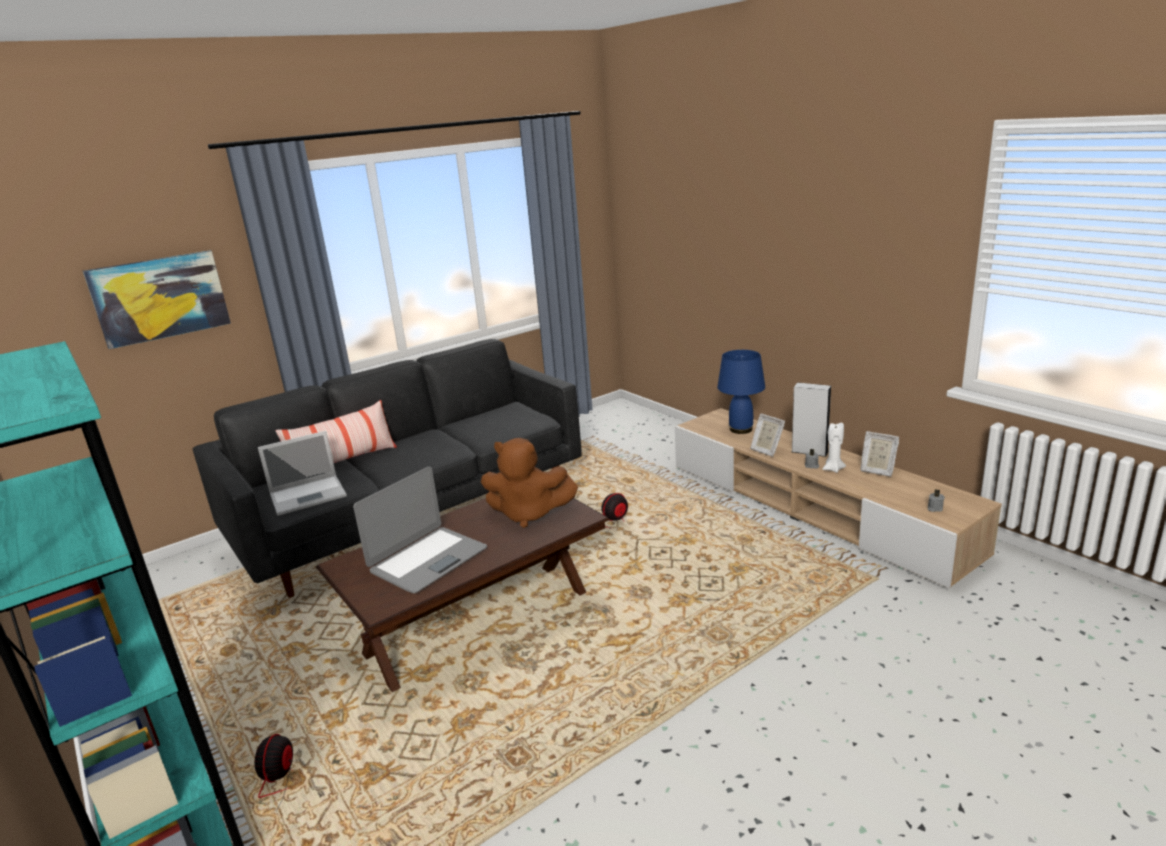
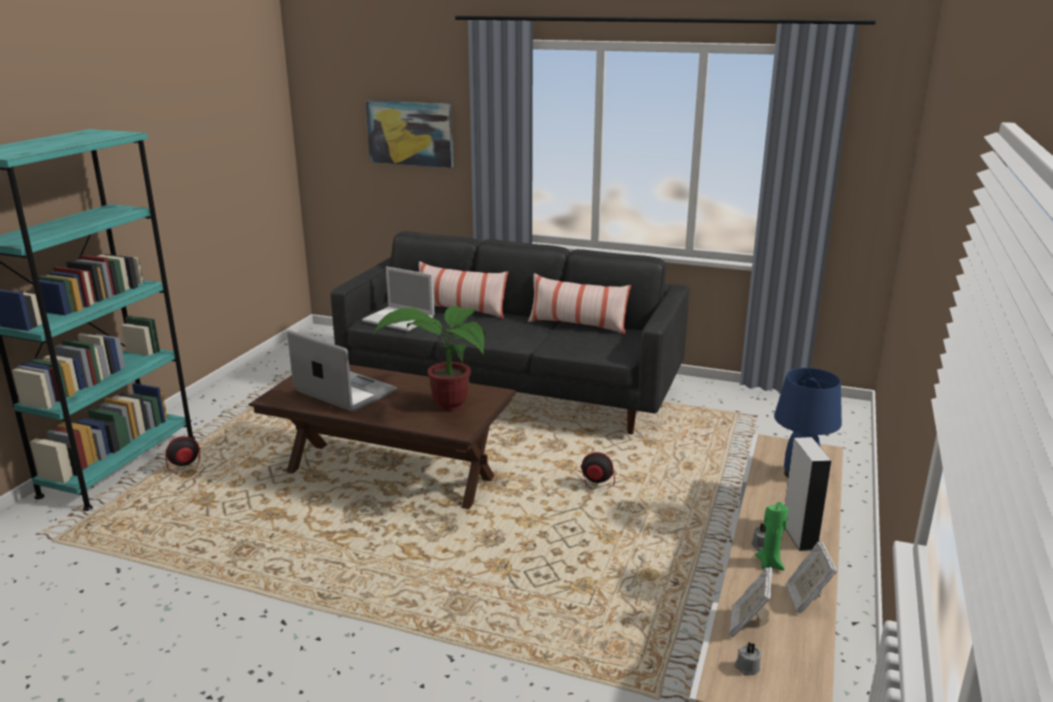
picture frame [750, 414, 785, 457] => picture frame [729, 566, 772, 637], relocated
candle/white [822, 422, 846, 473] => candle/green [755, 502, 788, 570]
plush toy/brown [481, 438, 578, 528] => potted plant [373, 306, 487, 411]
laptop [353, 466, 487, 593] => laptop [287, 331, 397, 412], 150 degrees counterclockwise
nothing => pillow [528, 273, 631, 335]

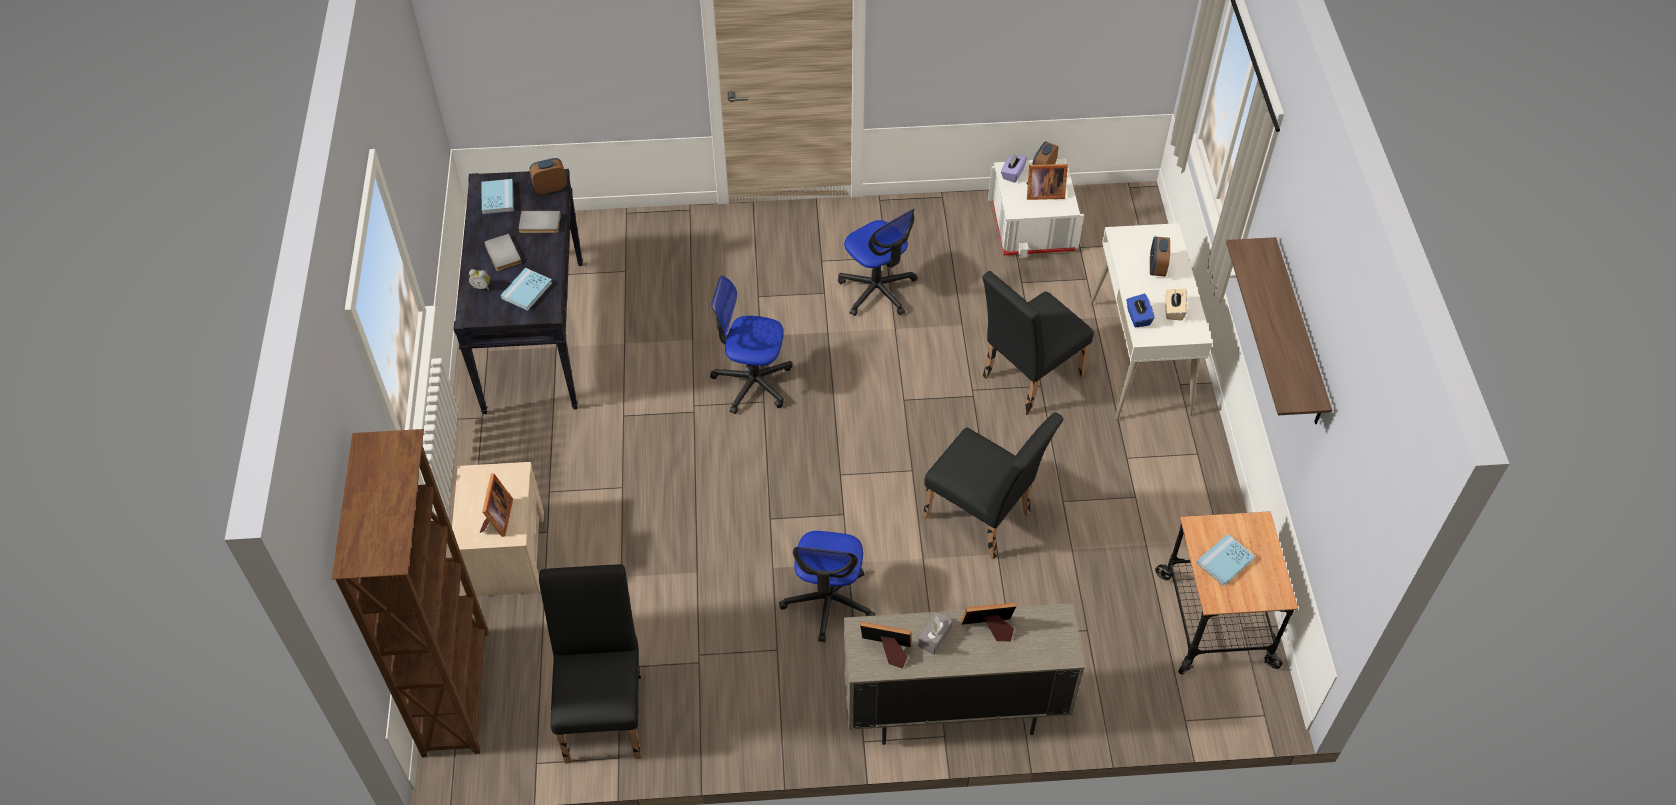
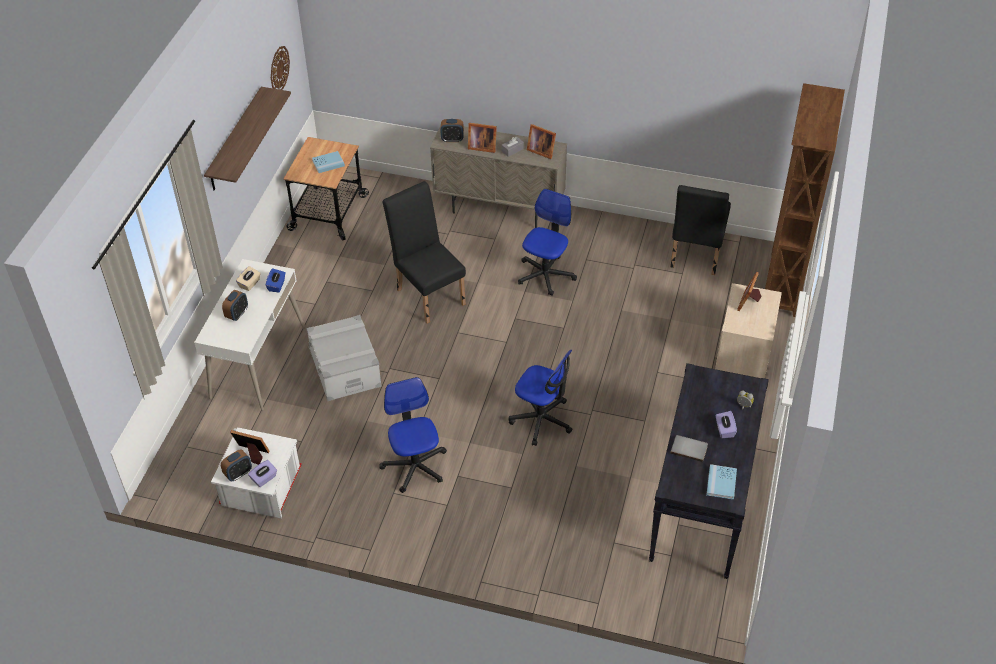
alarm clock [530, 158, 567, 194] => alarm clock [440, 119, 464, 142], relocated
book/grey [484, 234, 522, 271] => tissue box/purple [716, 411, 737, 438]
book/blue [501, 268, 552, 311] => nothing
chair/black [982, 271, 1094, 415] => storage box/grey [306, 315, 382, 401]
nothing => wall clock [271, 46, 290, 90]

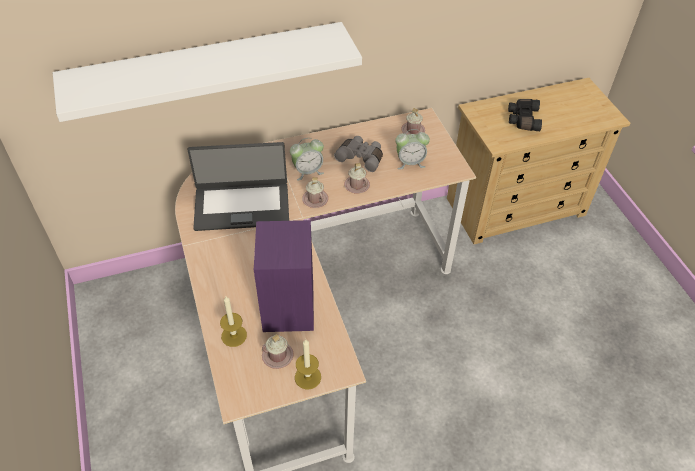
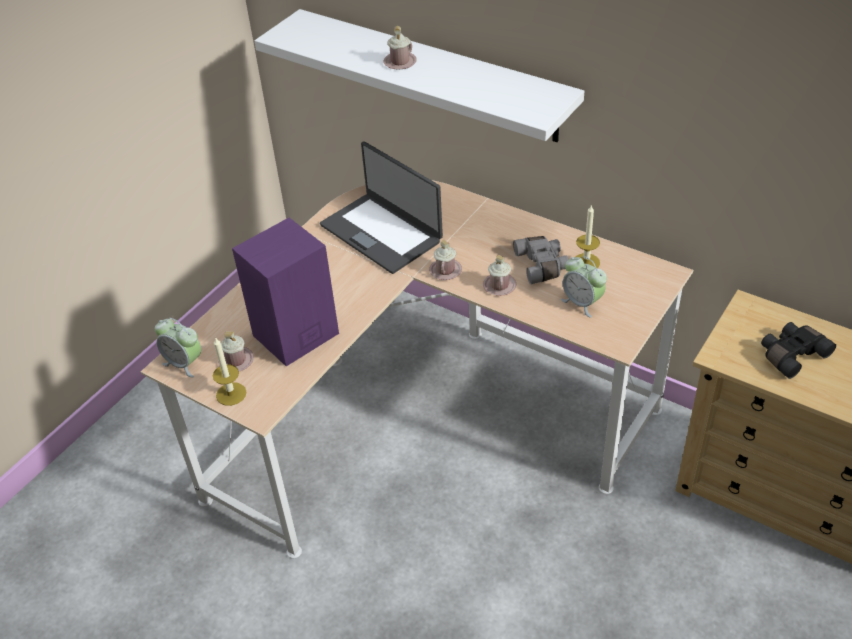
mug/pink [401, 108, 425, 135] => mug/pink [383, 26, 417, 69], relocated
alarm clock [290, 138, 324, 181] => alarm clock [155, 318, 201, 378], relocated
candle [220, 296, 247, 347] => candle [576, 204, 600, 268], relocated

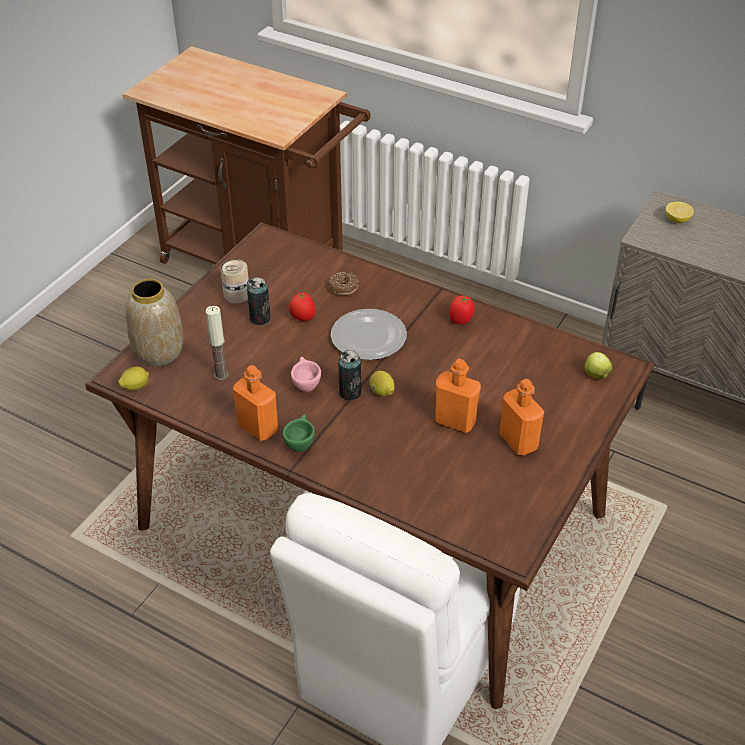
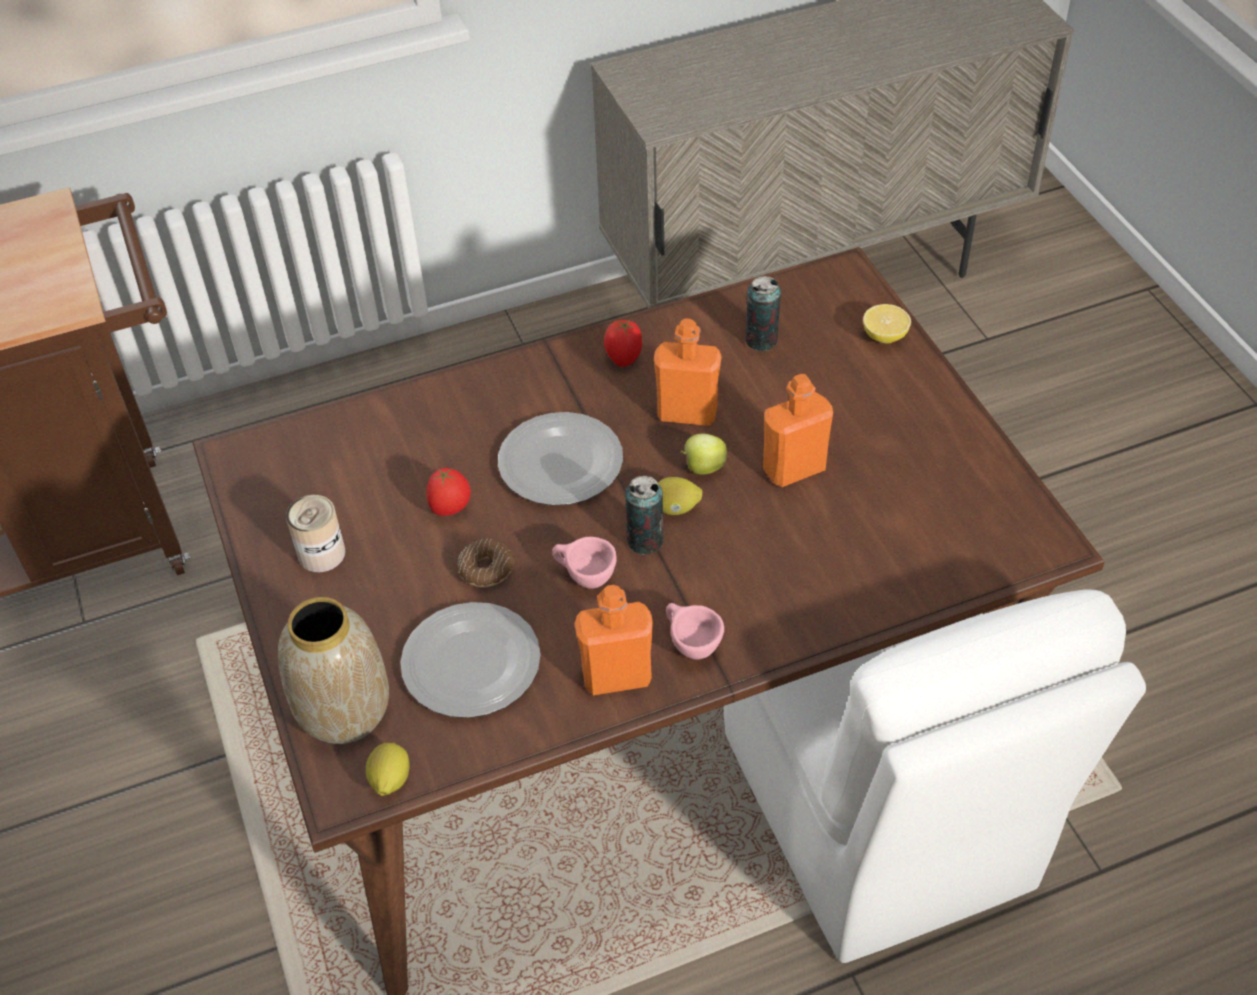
lemon [666, 202, 694, 223] => lemon [863, 304, 911, 344], relocated
donut [328, 272, 359, 295] => donut [457, 539, 513, 587], relocated
can [247, 277, 271, 325] => can [745, 276, 781, 351], relocated
candle [205, 306, 229, 380] => plate [400, 602, 541, 718]
apple [585, 352, 612, 379] => apple [680, 434, 727, 475], relocated
bottle/orange [499, 379, 544, 455] => bottle/orange [654, 318, 722, 426], relocated
cup/green [283, 414, 315, 452] => cup/pink [666, 603, 724, 660]

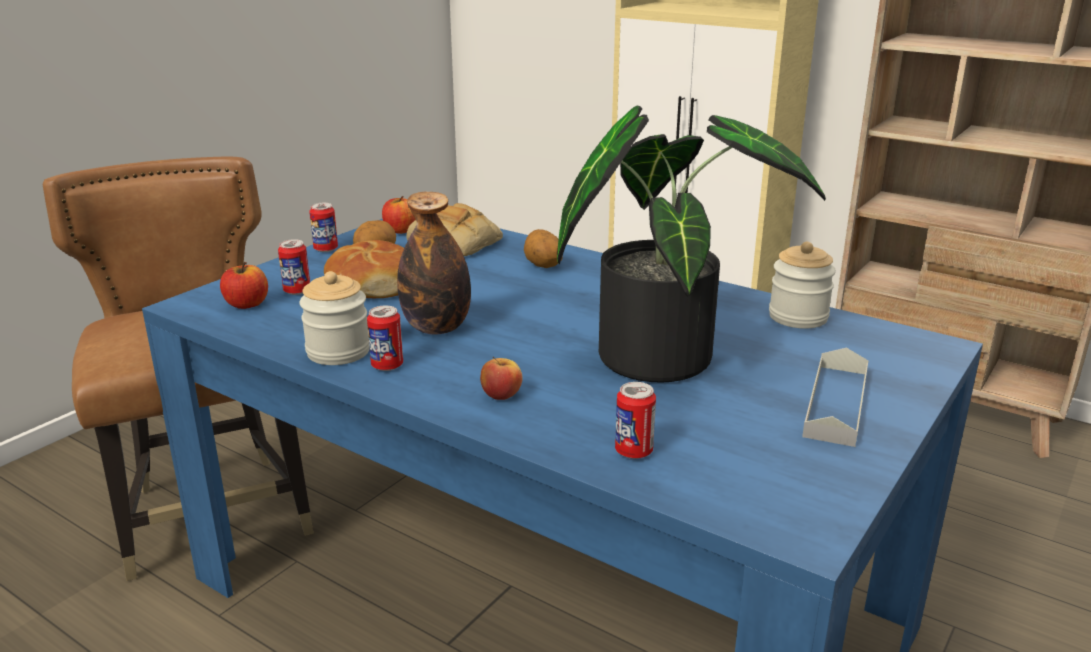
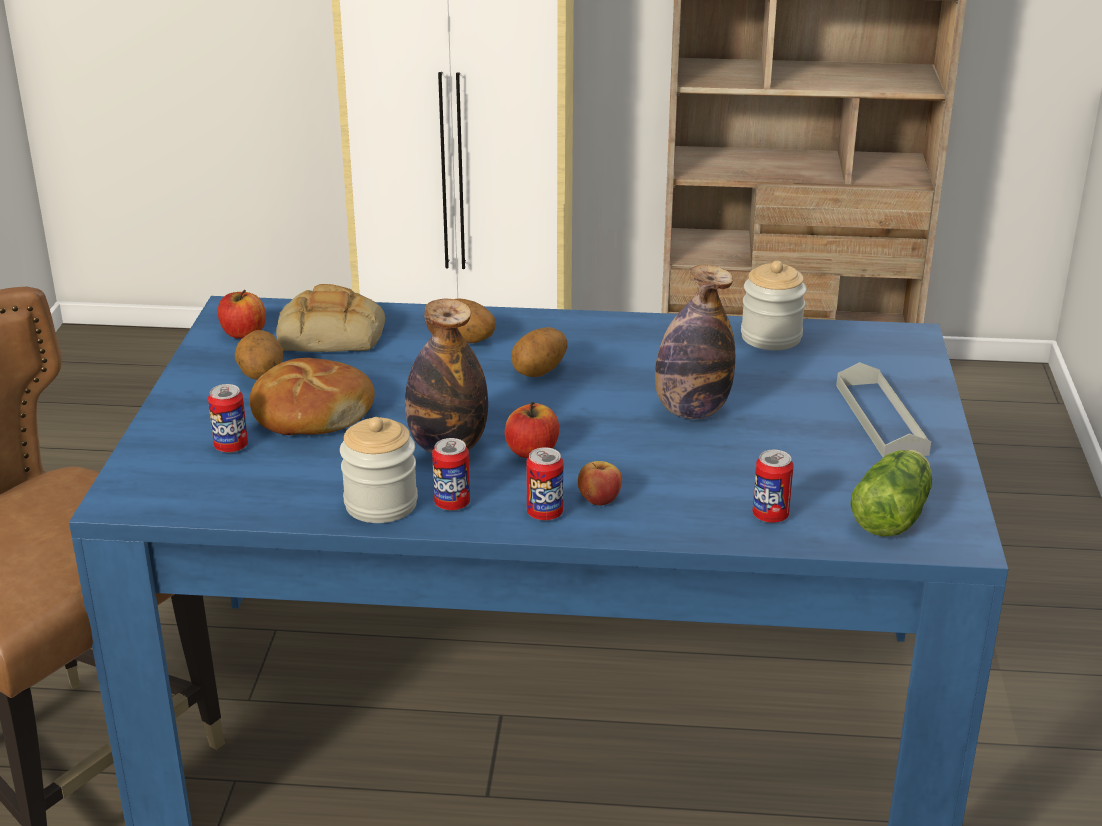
potted plant [557, 106, 826, 383] => bottle [655, 265, 735, 419]
can [309, 203, 338, 252] => can [526, 447, 563, 521], relocated
apple [220, 262, 268, 309] => apple [505, 402, 559, 458], relocated
nothing => potato [511, 327, 568, 377]
nothing => lettuce [850, 450, 932, 537]

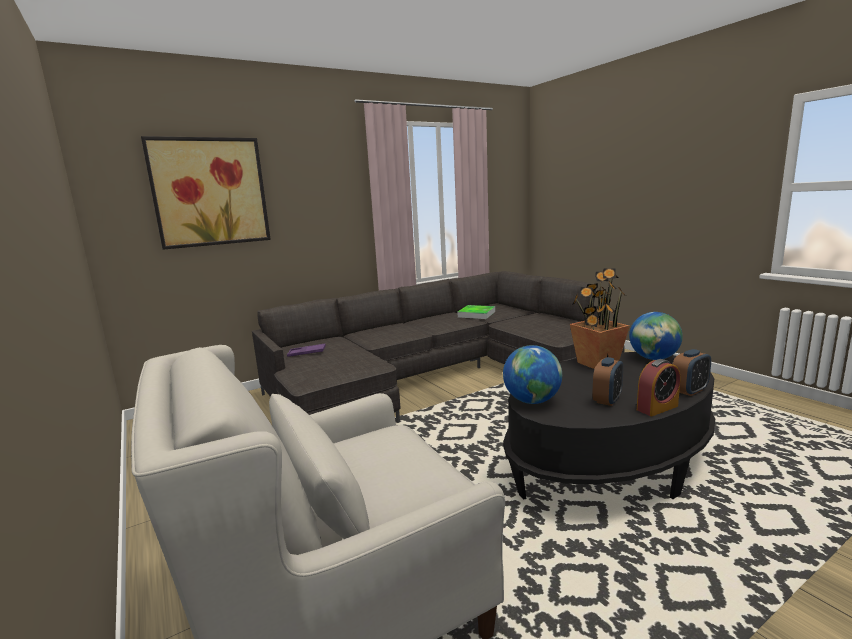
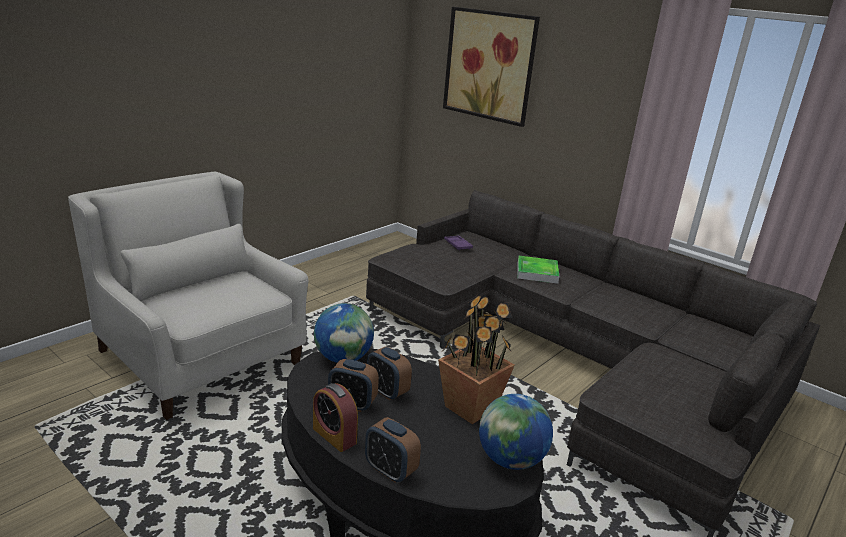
tray [458, 305, 495, 319] => tray [517, 256, 559, 284], relocated
nothing => alarm clock [367, 346, 412, 400]

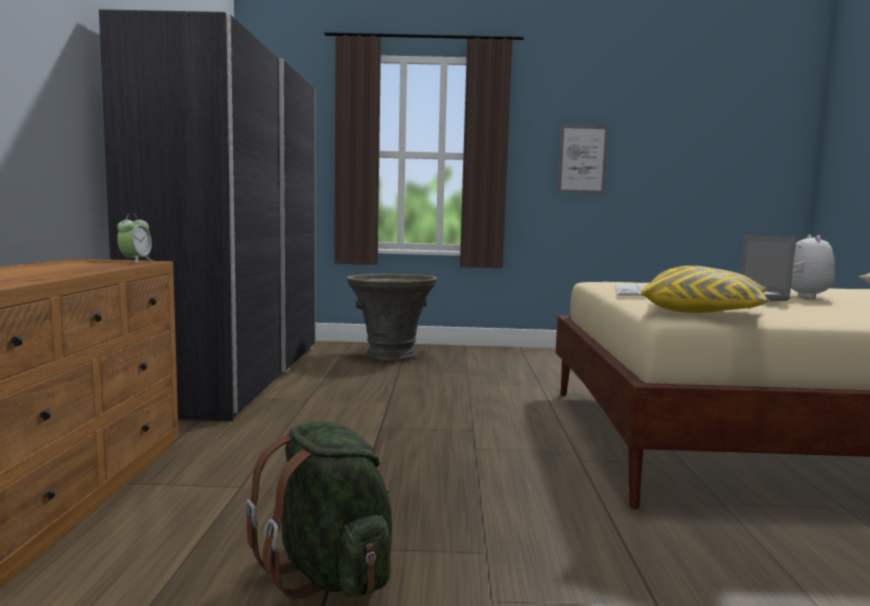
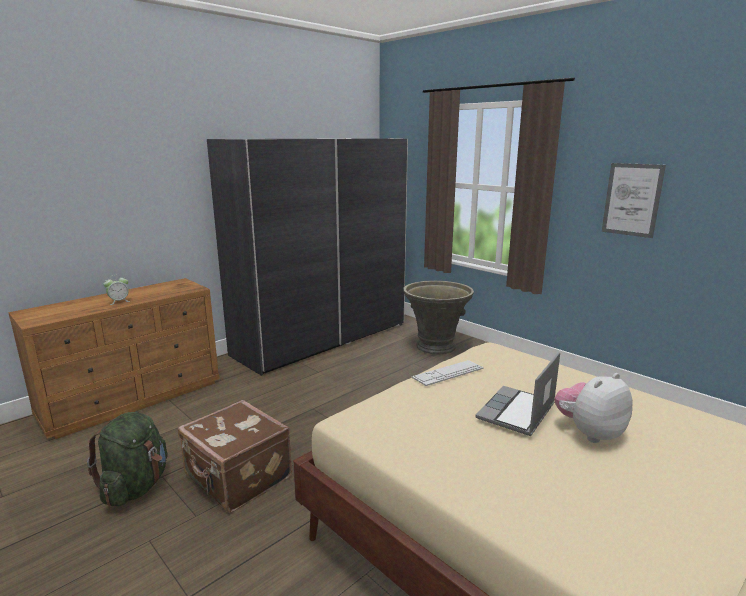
alarm clock [117, 214, 153, 263] => alarm clock [103, 275, 130, 305], relocated
pillow/yellow [641, 266, 769, 313] => nothing
nothing => suitcase/brown [178, 400, 292, 513]

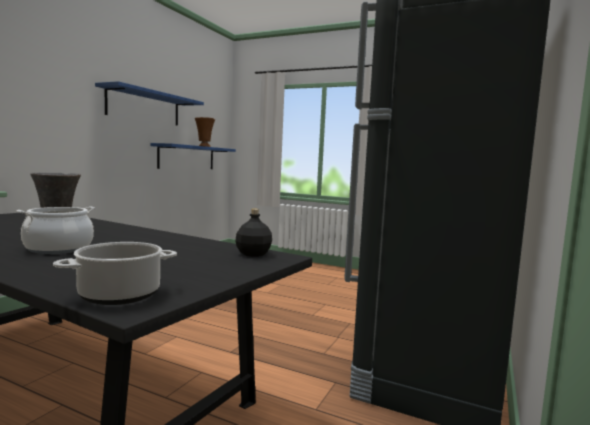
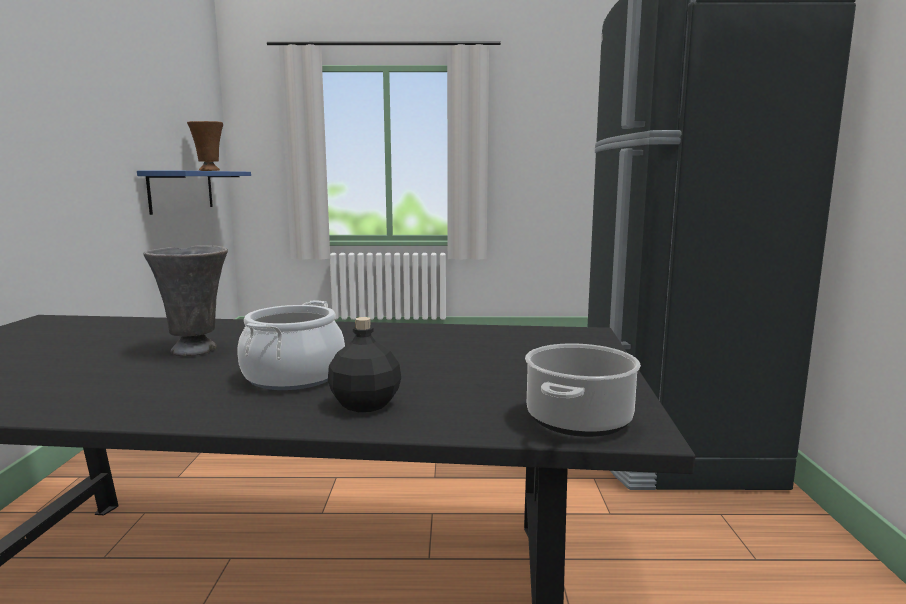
shelf/blue [95, 81, 204, 126] => nothing
bottle/black [235, 209, 272, 257] => bottle/black [328, 317, 401, 412], relocated

